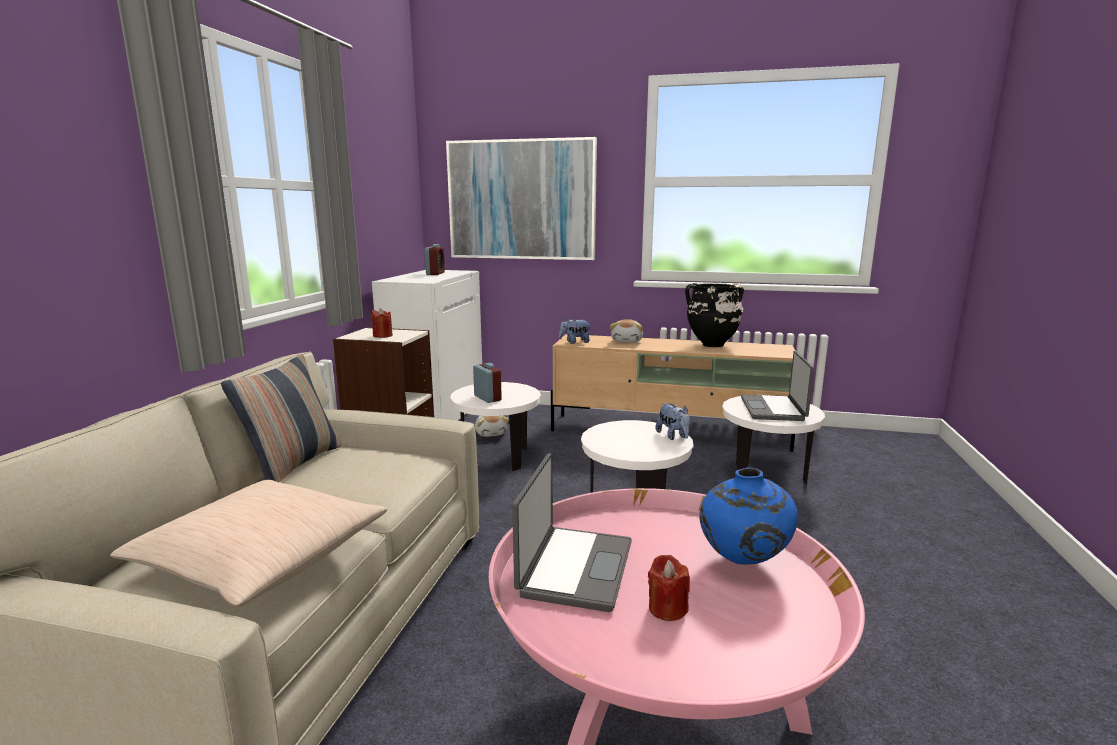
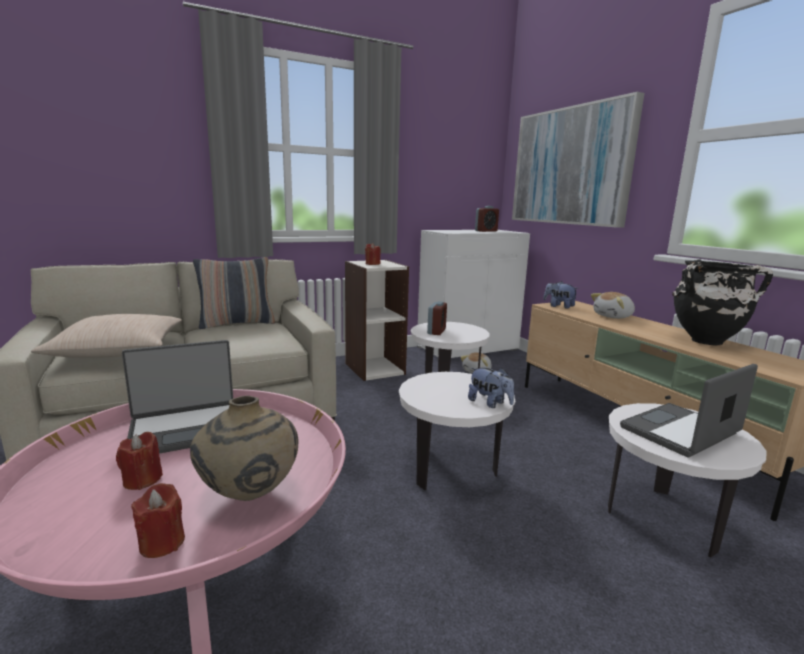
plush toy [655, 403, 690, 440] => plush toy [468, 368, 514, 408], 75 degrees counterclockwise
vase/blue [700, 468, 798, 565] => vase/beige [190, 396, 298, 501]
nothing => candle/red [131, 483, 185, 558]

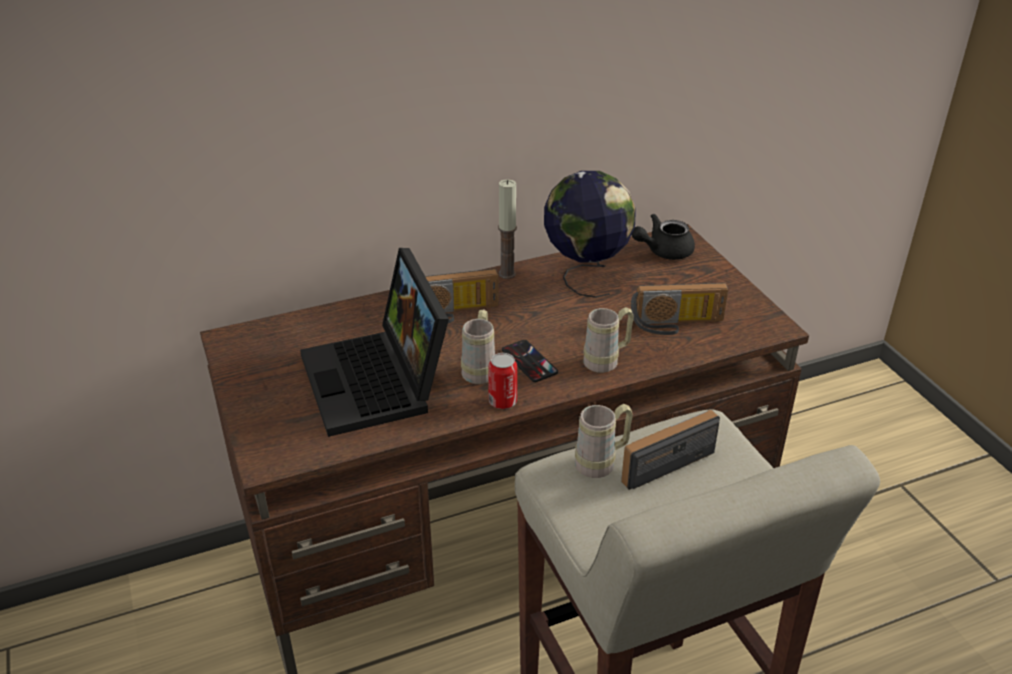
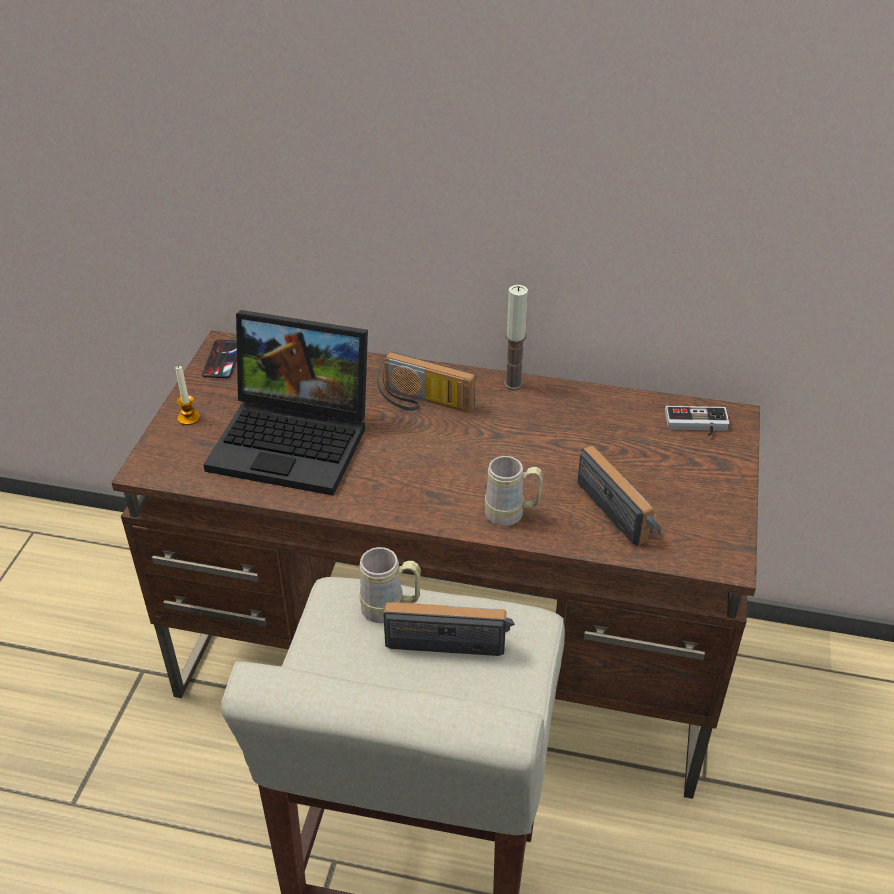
globe [544, 171, 636, 298] => nothing
teapot/black [632, 214, 695, 260] => game controller [665, 406, 730, 436]
laptop [300, 248, 449, 437] => laptop [203, 310, 368, 496], 90 degrees counterclockwise
radio [631, 283, 728, 335] => radio [577, 446, 661, 546], 150 degrees counterclockwise
mug/beige [461, 309, 495, 384] => nothing
phone [502, 340, 558, 382] => phone [202, 340, 237, 378], relocated
can [488, 353, 517, 409] => nothing
nothing => candle [175, 366, 200, 425]

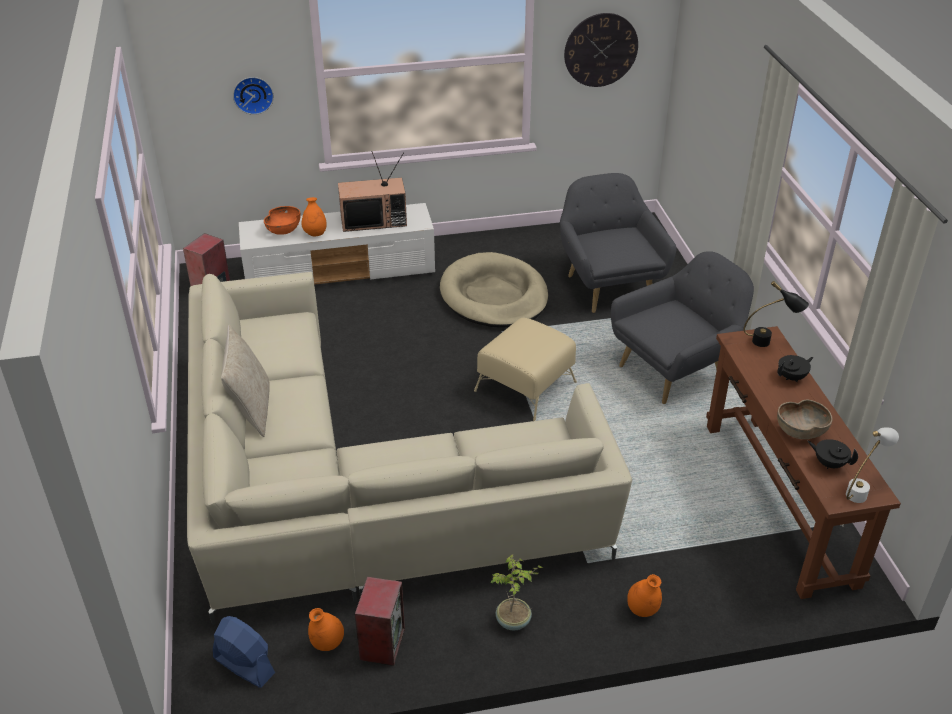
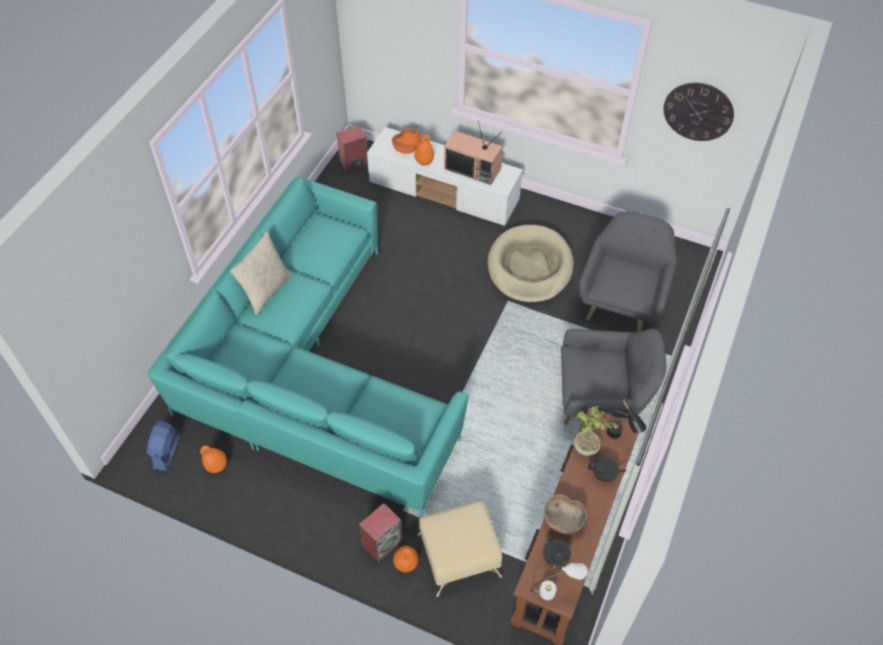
wall clock [233, 77, 274, 115] => nothing
sofa/beige [187, 272, 632, 625] => sofa/turquoise [148, 177, 469, 517]
ottoman/beige [474, 318, 577, 421] => ottoman/beige [417, 501, 502, 597], relocated
potted plant [491, 554, 543, 630] => potted plant [573, 406, 617, 456], relocated
speaker [355, 577, 405, 666] => speaker [359, 503, 402, 562], relocated
fan/blue [213, 616, 275, 688] => fan/blue [147, 421, 180, 471], 150 degrees counterclockwise

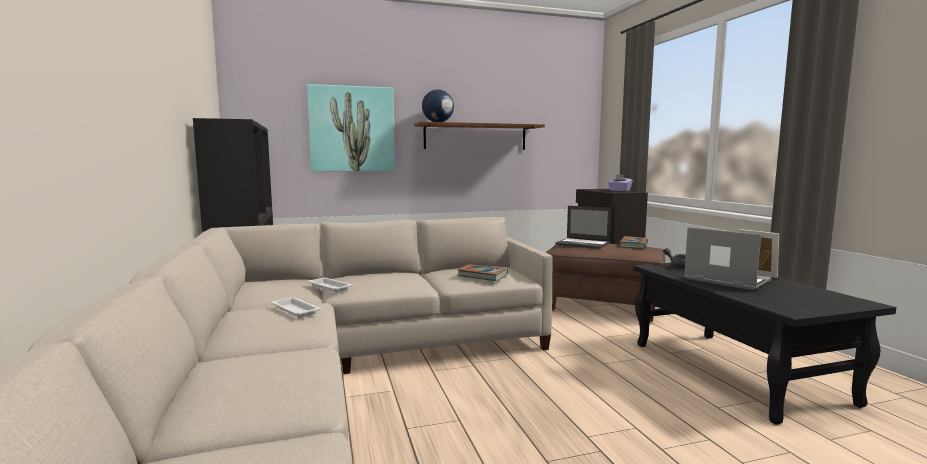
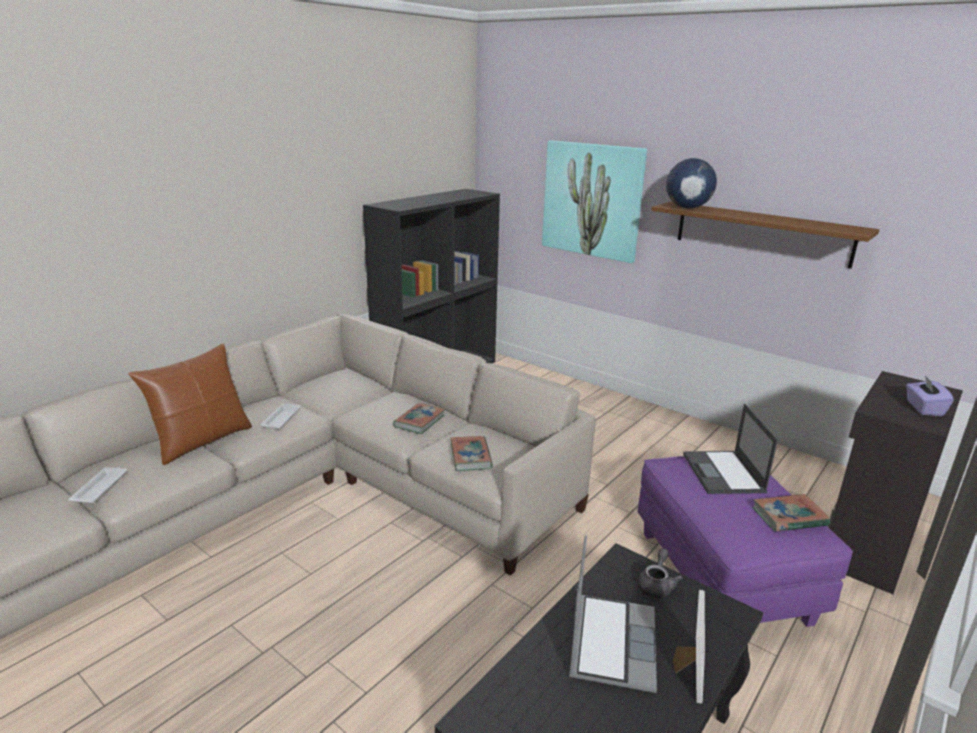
ottoman/brown [545, 244, 665, 322] => ottoman/purple [638, 456, 853, 627]
tray/white [307, 278, 353, 292] => tray/white [68, 467, 128, 503], relocated
nothing => pillow/brown [128, 343, 252, 465]
nothing => book [393, 403, 445, 434]

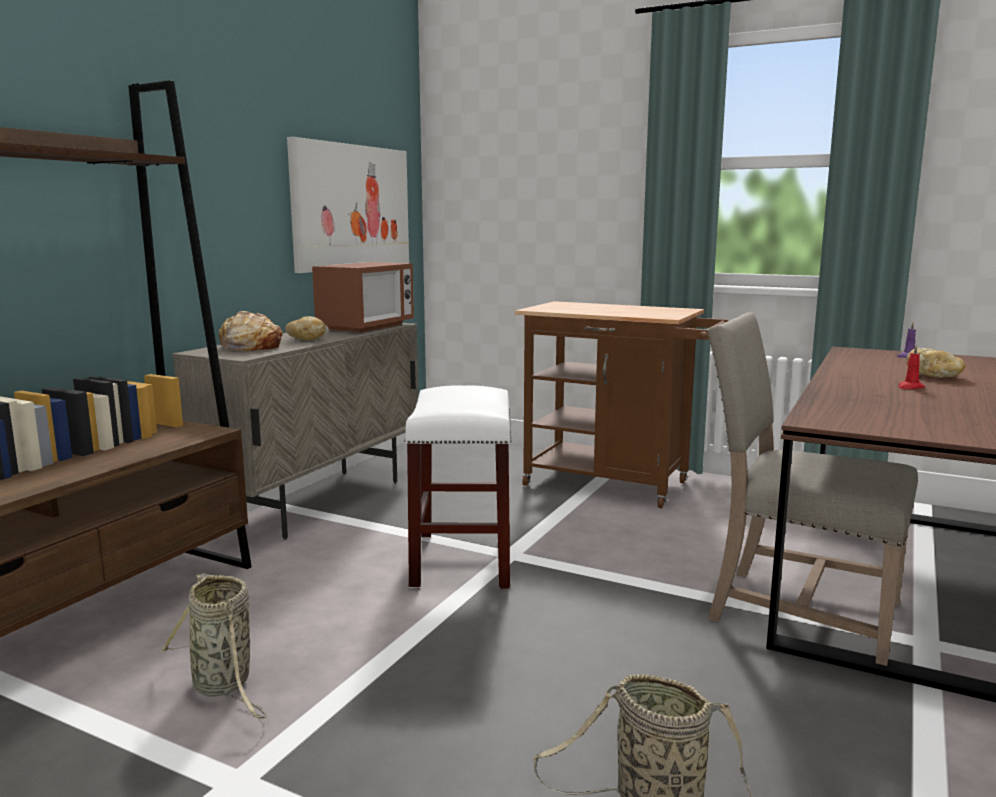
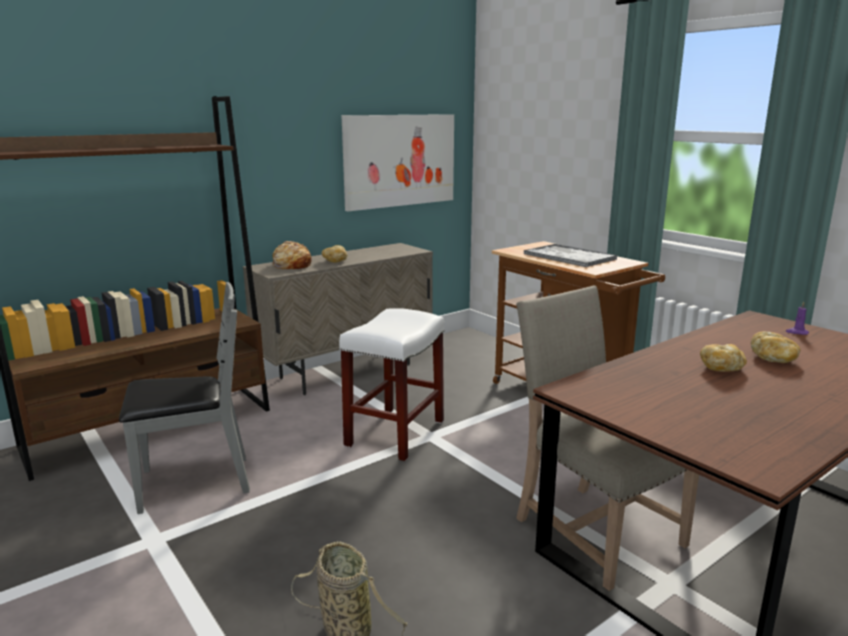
microwave [312, 262, 414, 333] => nothing
candle/red [898, 345, 925, 389] => bread [700, 344, 747, 372]
basket [160, 573, 268, 719] => chair/grey [119, 282, 250, 514]
nothing => tray [524, 244, 617, 267]

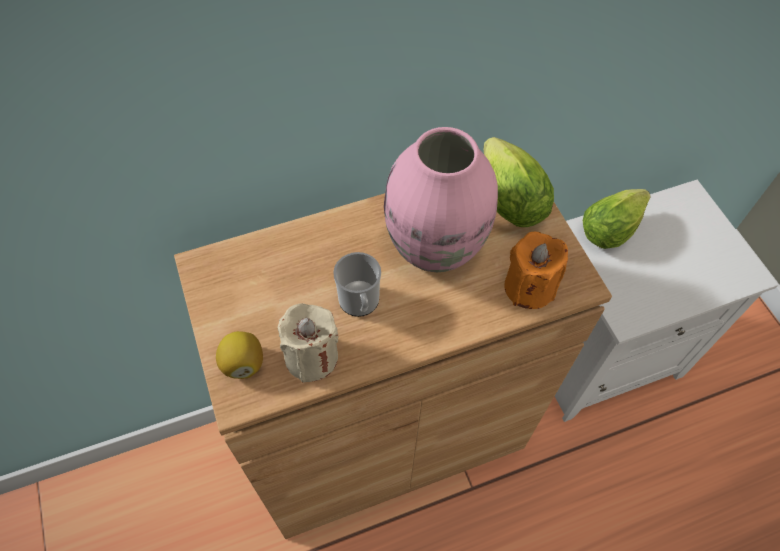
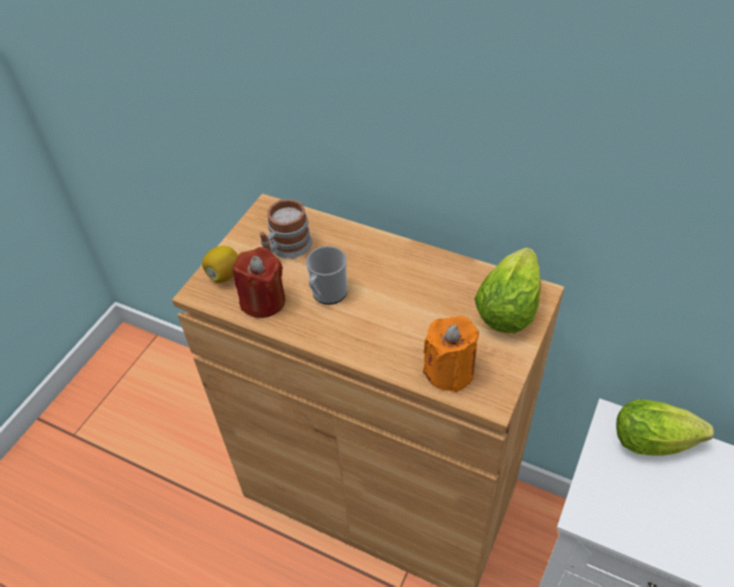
vase/pink [384, 127, 498, 272] => nothing
candle/beige [278, 303, 339, 383] => candle/red [233, 247, 285, 318]
nothing => mug [260, 199, 312, 259]

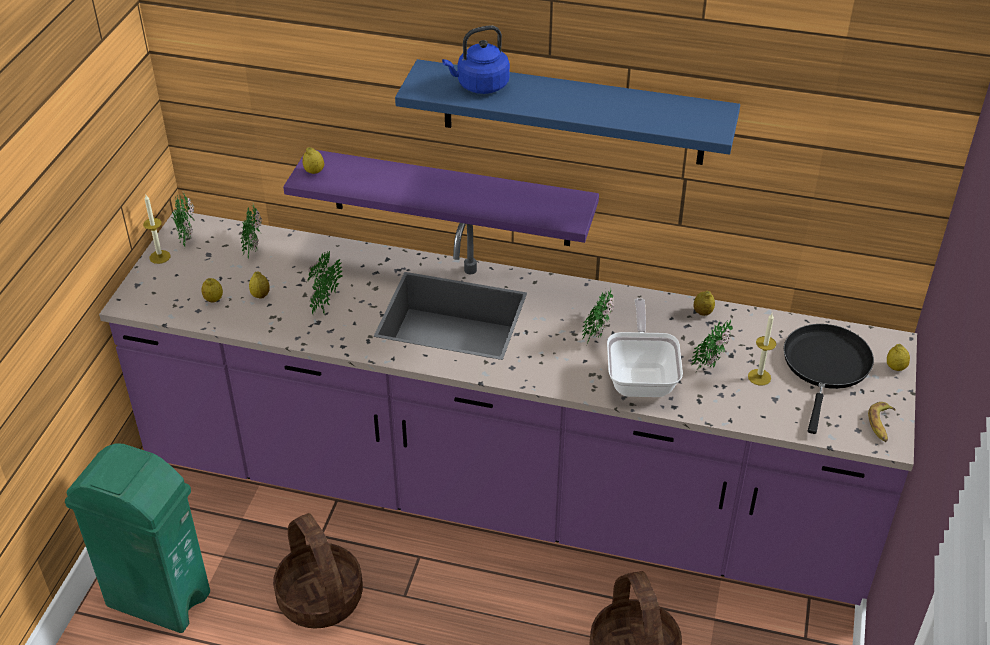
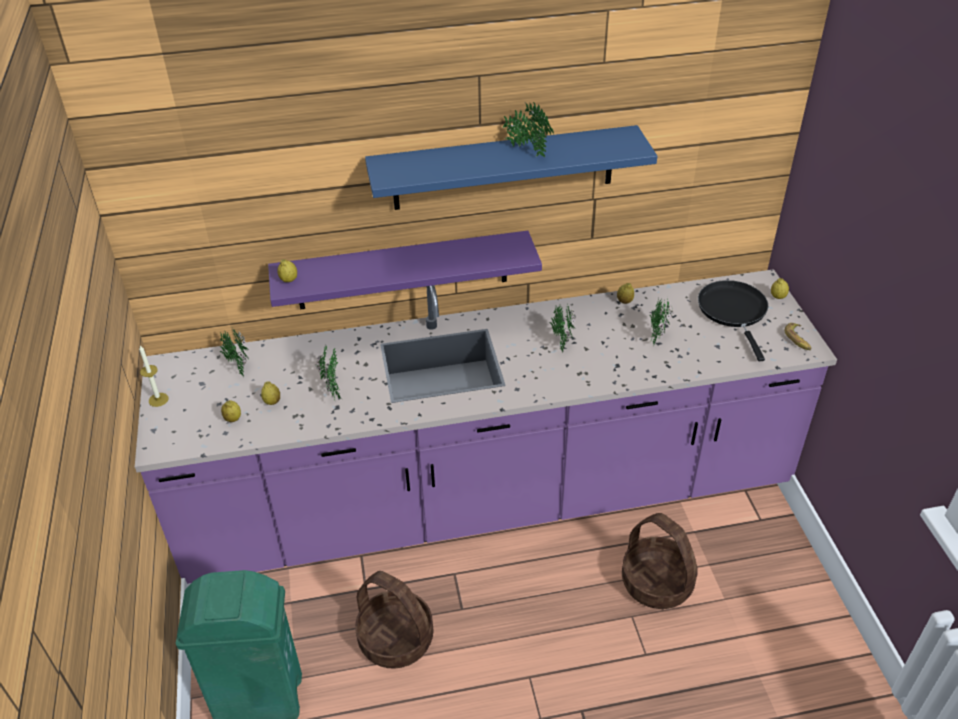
kettle/blue [442, 25, 510, 94] => nothing
potted plant [171, 194, 195, 246] => potted plant [503, 102, 554, 157], relocated
frying pan [607, 298, 683, 397] => nothing
candle [748, 313, 776, 385] => nothing

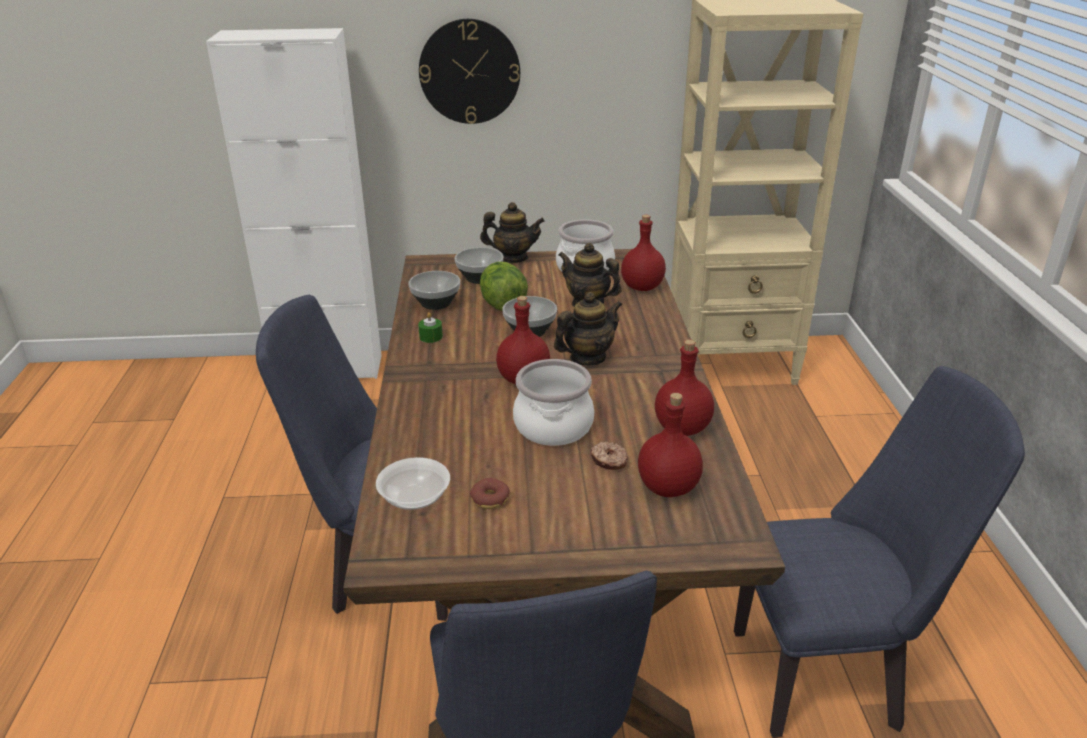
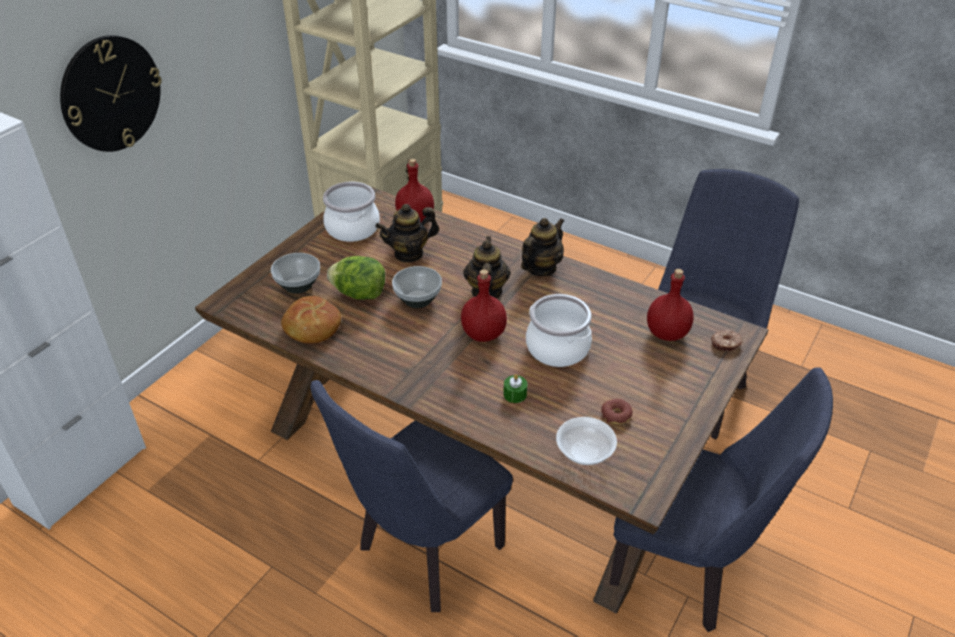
teapot [480, 202, 545, 263] => teapot [521, 218, 564, 276], relocated
bowl [408, 271, 460, 310] => bread [281, 296, 341, 343]
candle/green [418, 312, 443, 343] => candle/green [503, 374, 527, 403], relocated
bottle/red [655, 339, 714, 436] => nothing
donut [590, 442, 628, 470] => donut [711, 330, 743, 352], relocated

